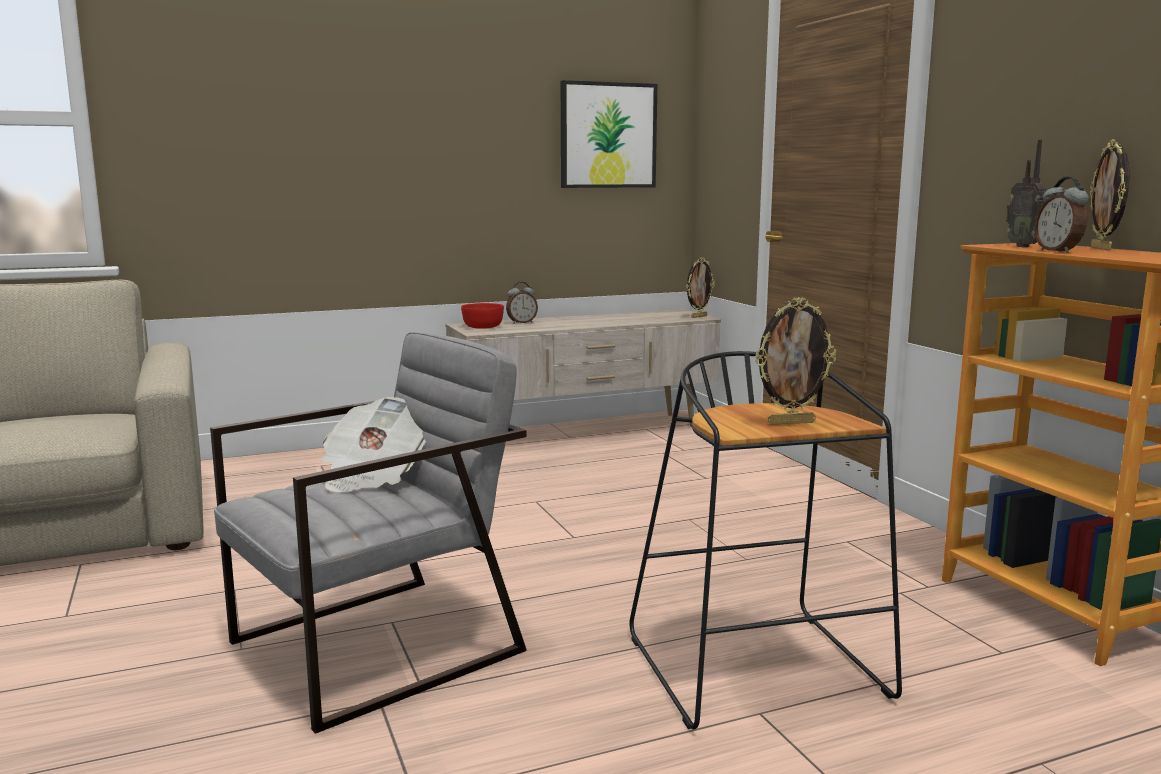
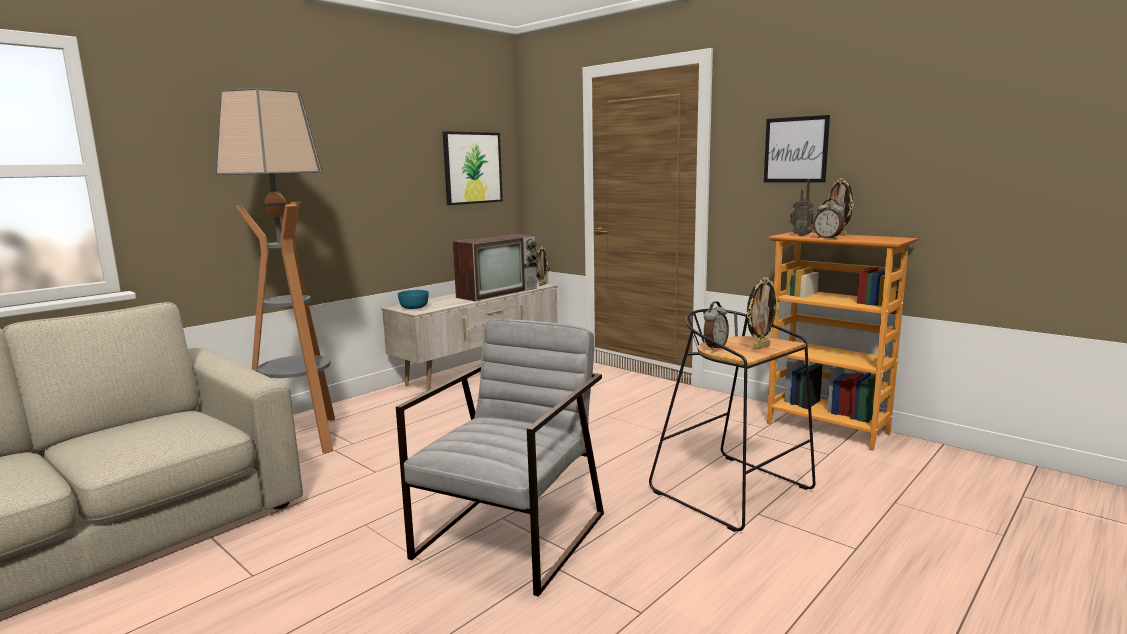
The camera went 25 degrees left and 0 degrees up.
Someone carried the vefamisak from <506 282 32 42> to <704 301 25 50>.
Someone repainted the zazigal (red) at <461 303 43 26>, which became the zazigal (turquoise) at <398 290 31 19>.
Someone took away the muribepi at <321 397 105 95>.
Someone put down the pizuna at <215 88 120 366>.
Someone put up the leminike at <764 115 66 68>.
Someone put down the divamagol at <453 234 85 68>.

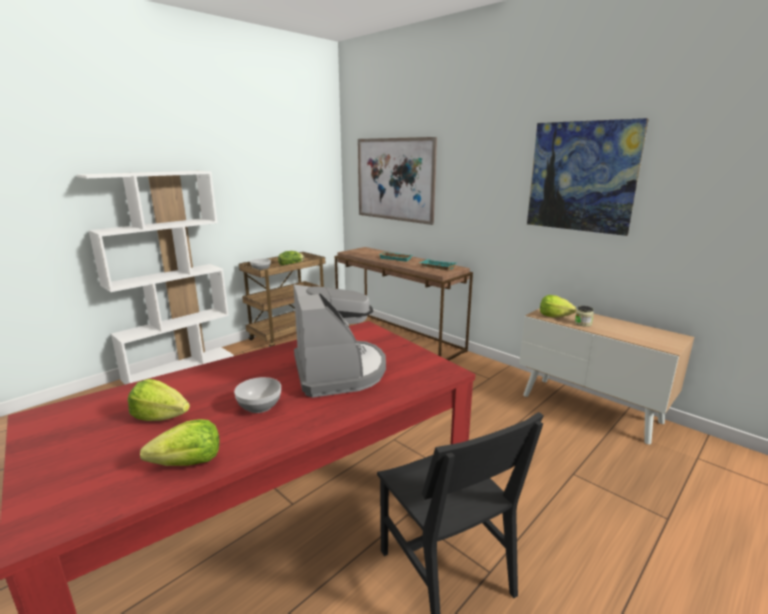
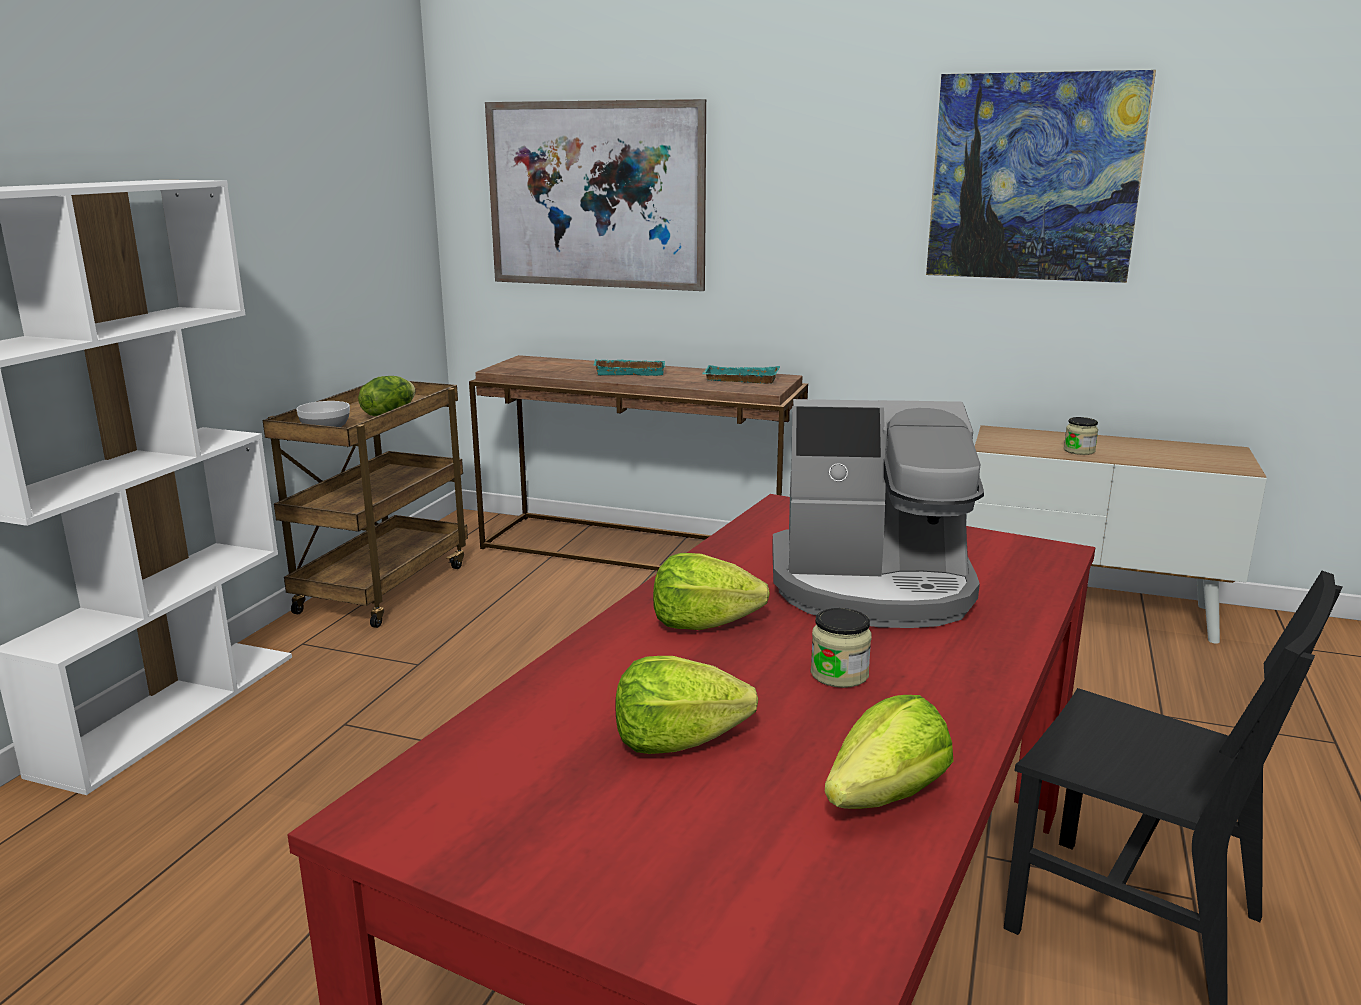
The camera went 25 degrees left and 0 degrees up.
Someone rotated the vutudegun at <293 284 93 114> by 135 degrees clockwise.
Someone carried the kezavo from <540 295 36 22> to <653 553 117 77>.
Someone swapped the zazigal at <234 377 47 36> for the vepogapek at <811 608 61 80>.

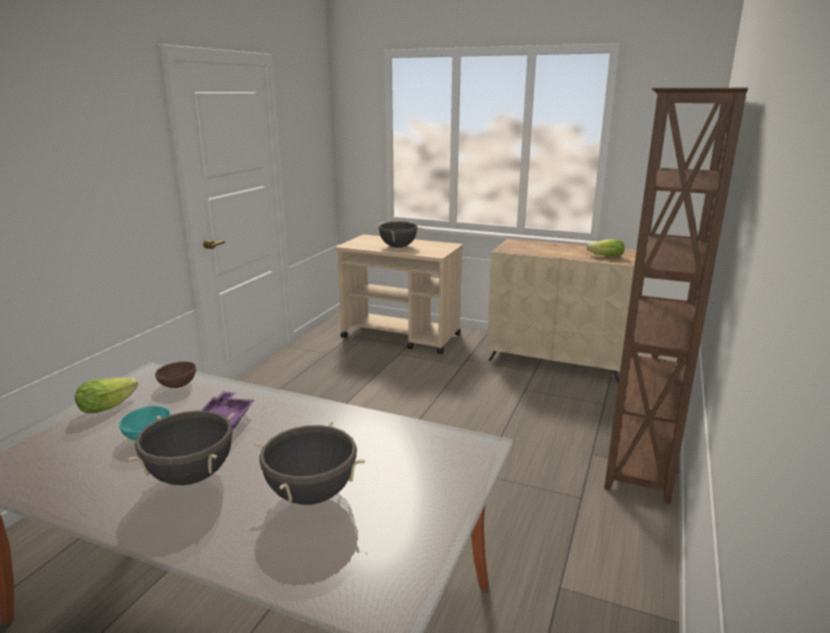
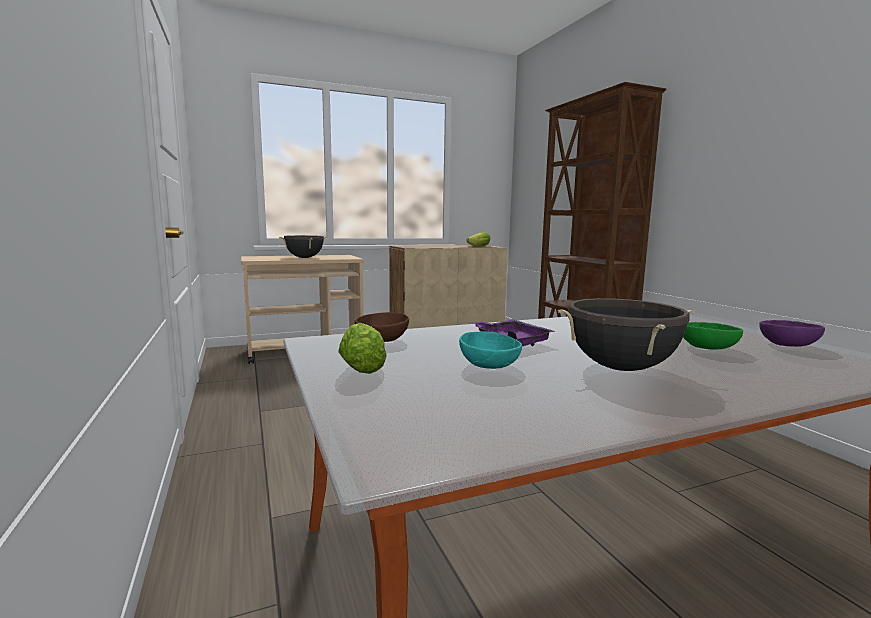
The camera went 45 degrees left and 10 degrees down.
Someone swapped the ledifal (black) at <255 422 110 83> for the zazigal (green) at <683 322 60 27>.
Someone put down the zazigal (purple) at <759 320 66 27>.

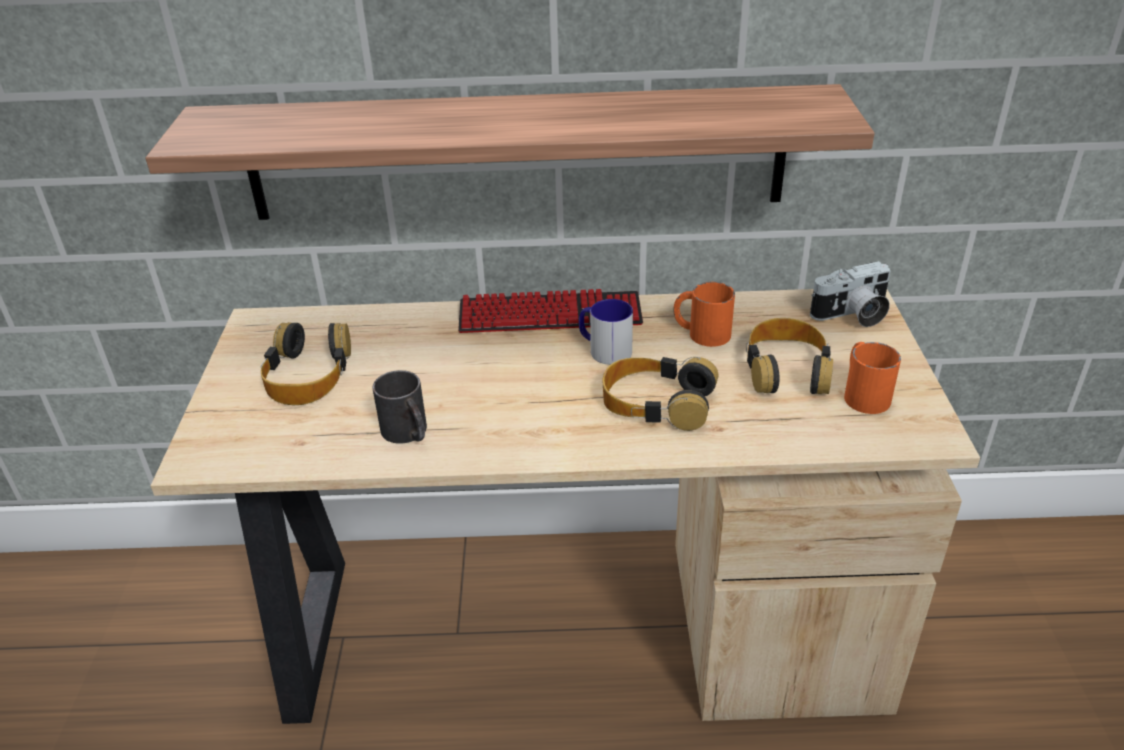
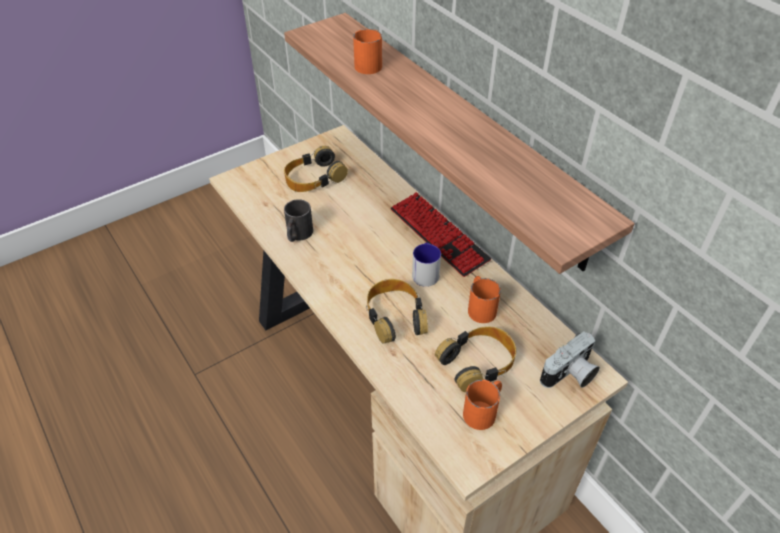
The camera went 55 degrees right and 10 degrees up.
Someone rotated the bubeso at <810 261 80 66> by 75 degrees counterclockwise.
Someone put down the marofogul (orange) at <353 29 29 45>.

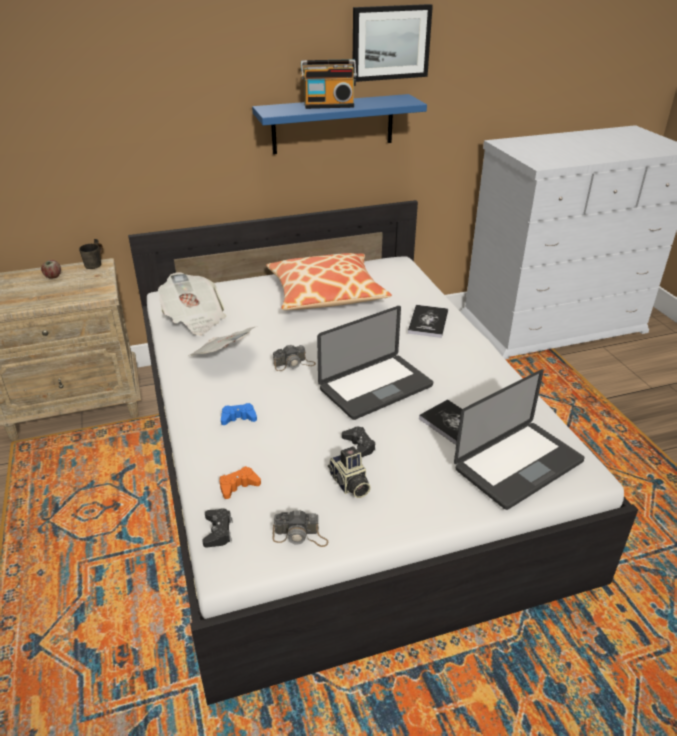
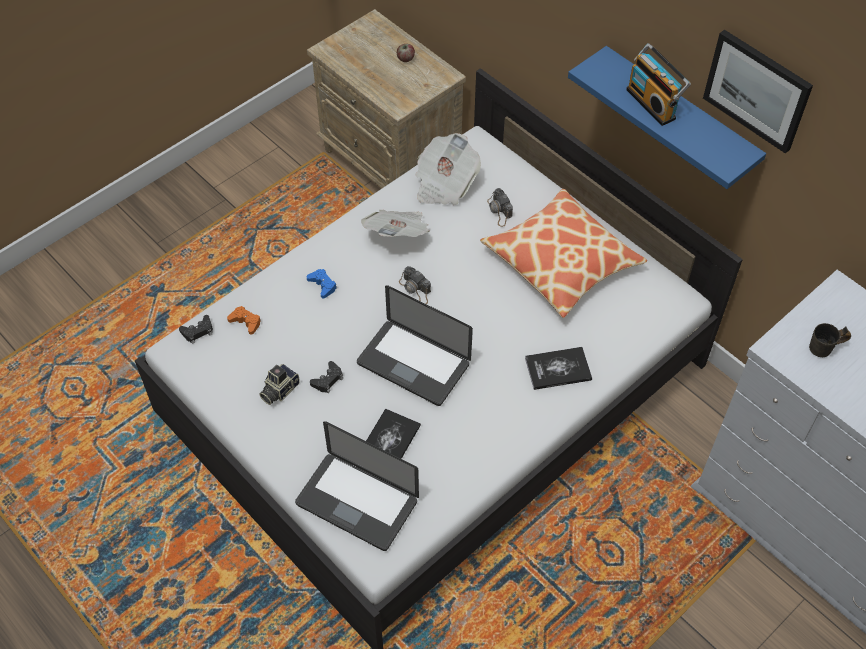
The camera went 65 degrees right and 20 degrees up.
Someone carried the marofogul (grey) from <79 239 24 30> to <809 323 42 34>.
Someone carried the bubeso from <273 510 55 37> to <487 188 26 39>.

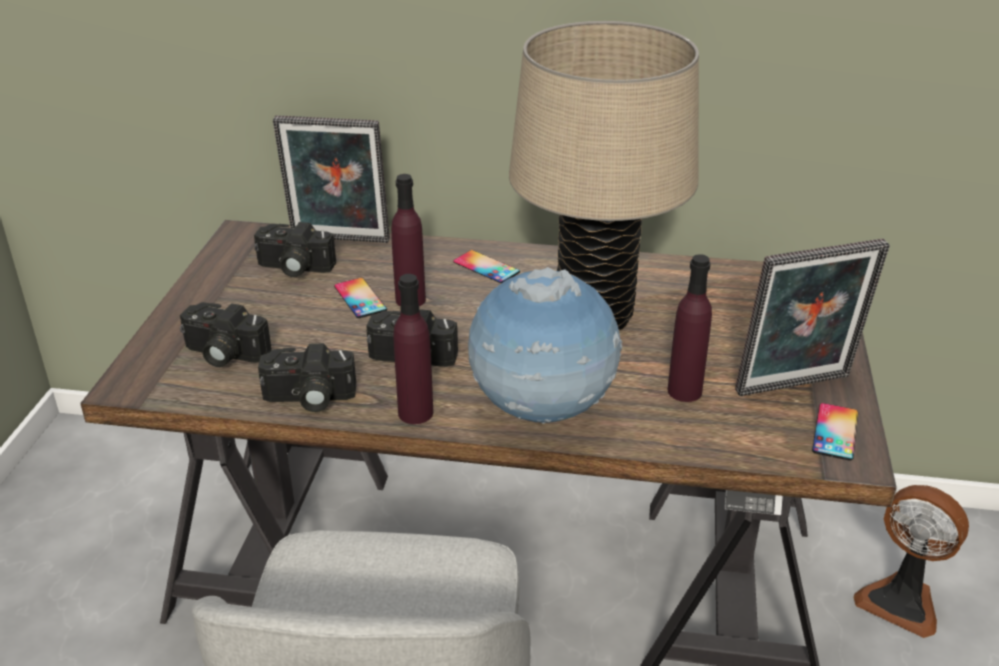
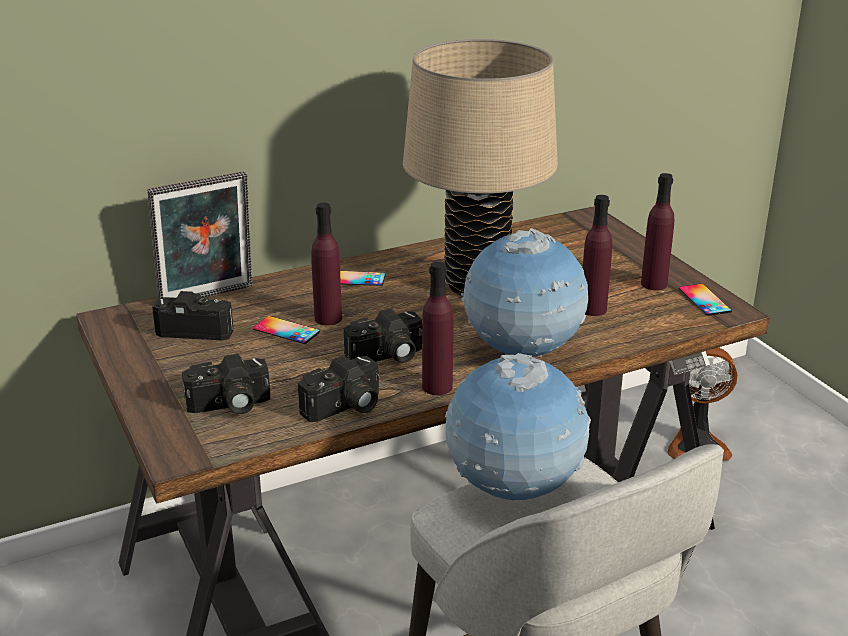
The camera went 35 degrees left and 5 degrees down.
Someone rotated the bubeso at <254 222 82 55> by 150 degrees counterclockwise.
Someone swapped the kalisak at <735 239 155 157> for the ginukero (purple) at <641 173 33 117>.
Someone put down the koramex at <445 353 146 147>.

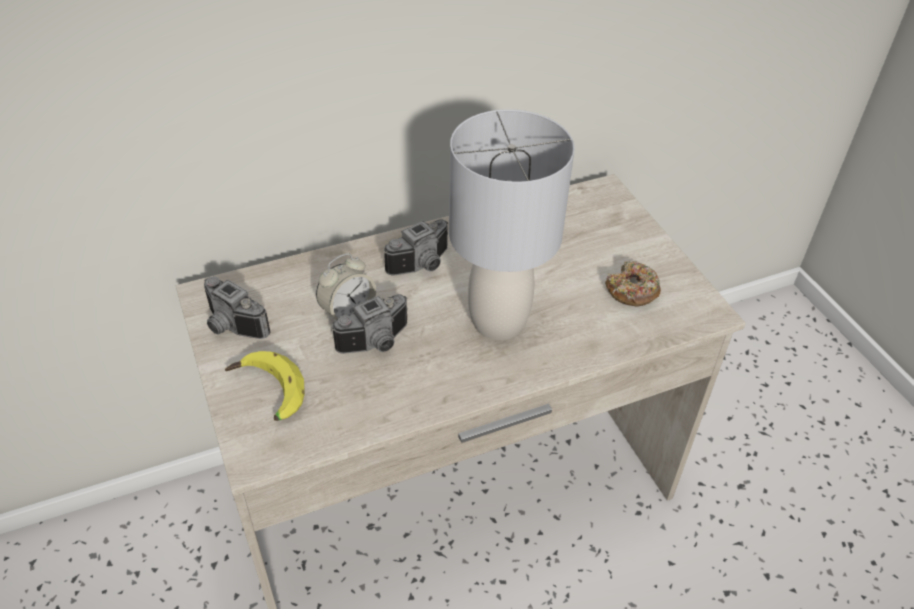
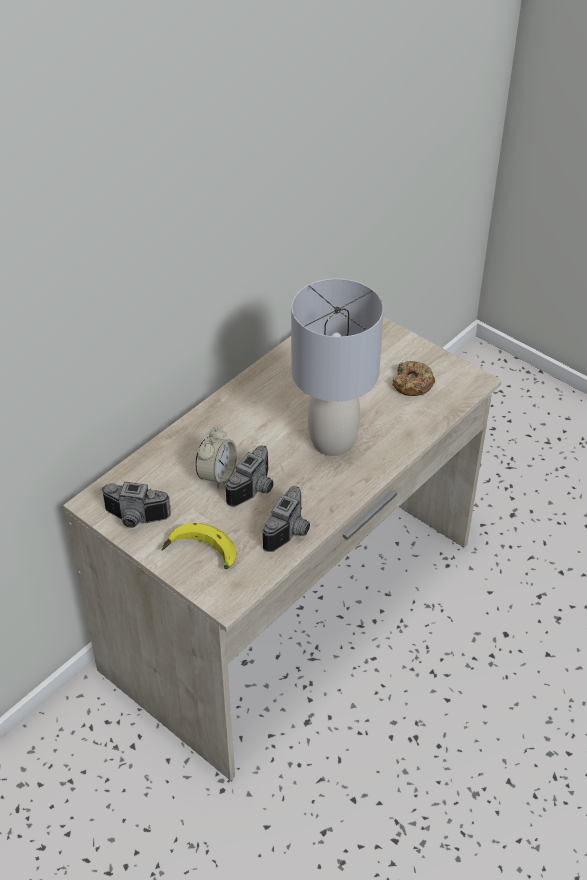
The camera went 25 degrees left and 0 degrees up.
Someone carried the bubeso from <384 219 64 57> to <263 486 47 66>.

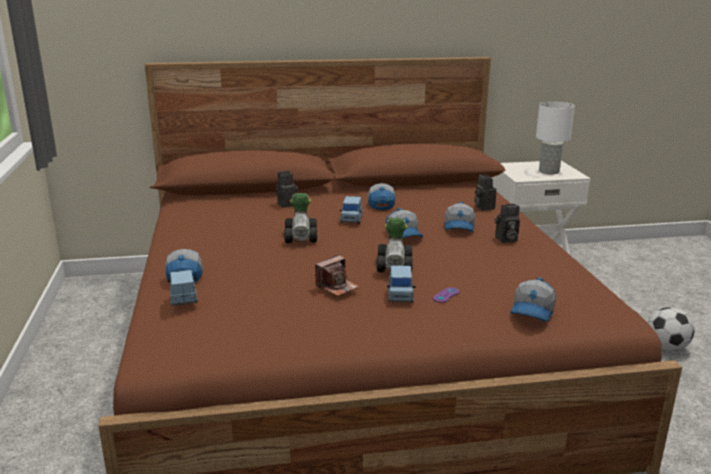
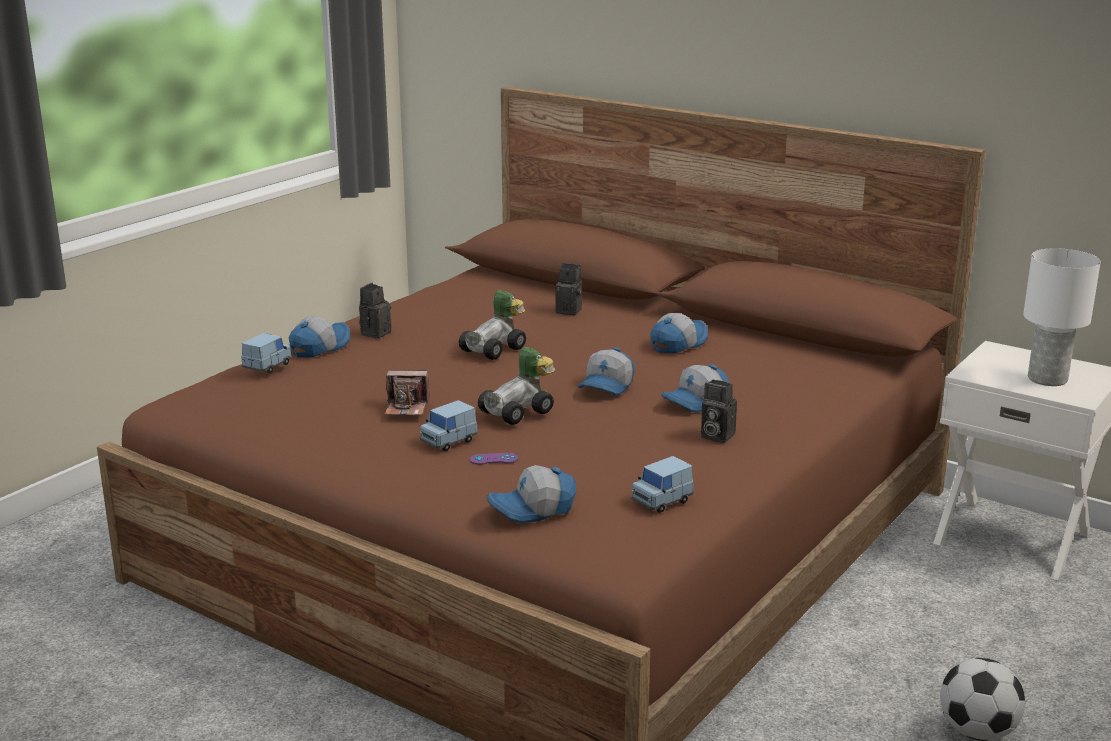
The camera went 45 degrees right and 0 degrees up.
Someone carried the bubeso from <474 174 22 37> to <359 283 32 56>.
Someone carried the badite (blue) from <340 196 23 28> to <631 456 63 57>.

